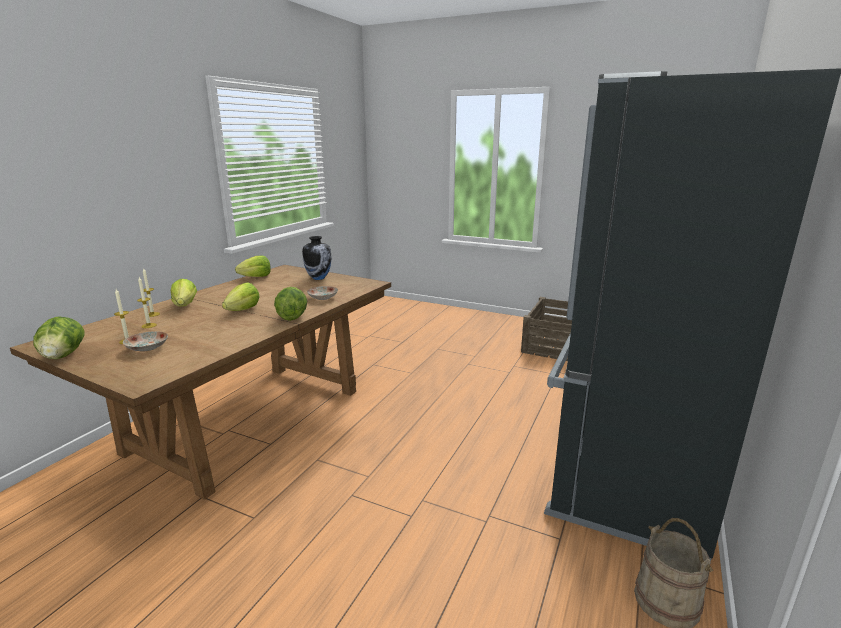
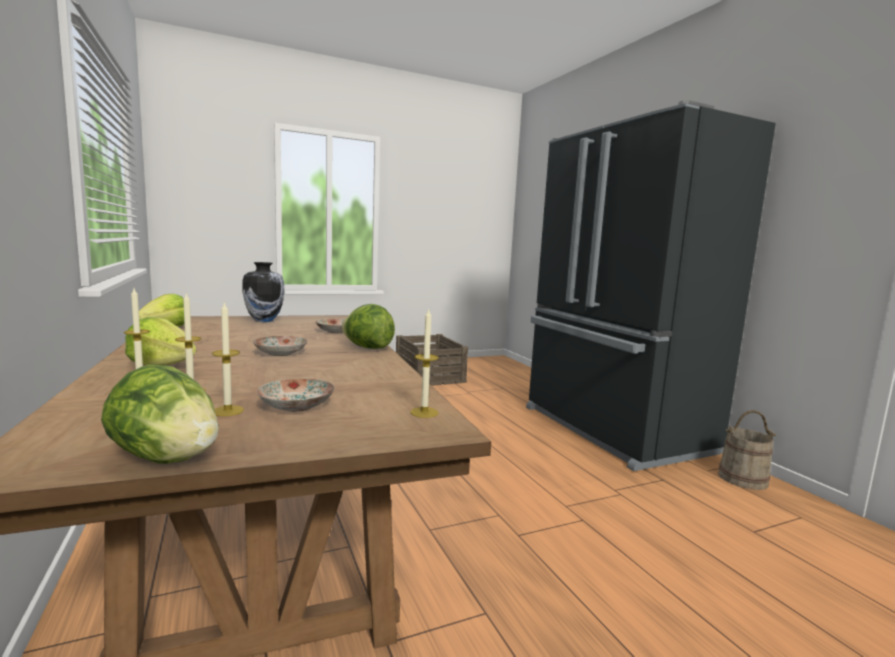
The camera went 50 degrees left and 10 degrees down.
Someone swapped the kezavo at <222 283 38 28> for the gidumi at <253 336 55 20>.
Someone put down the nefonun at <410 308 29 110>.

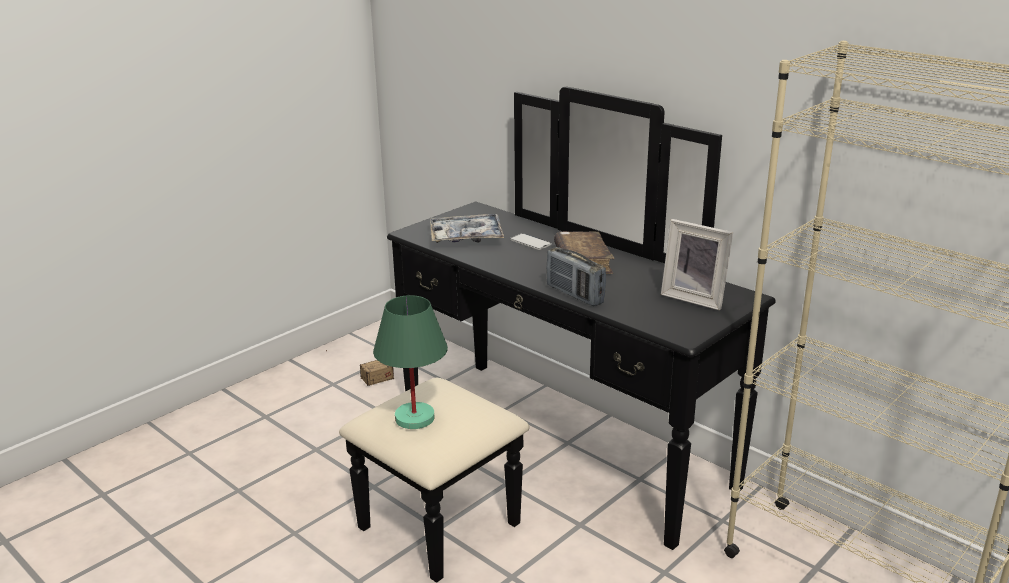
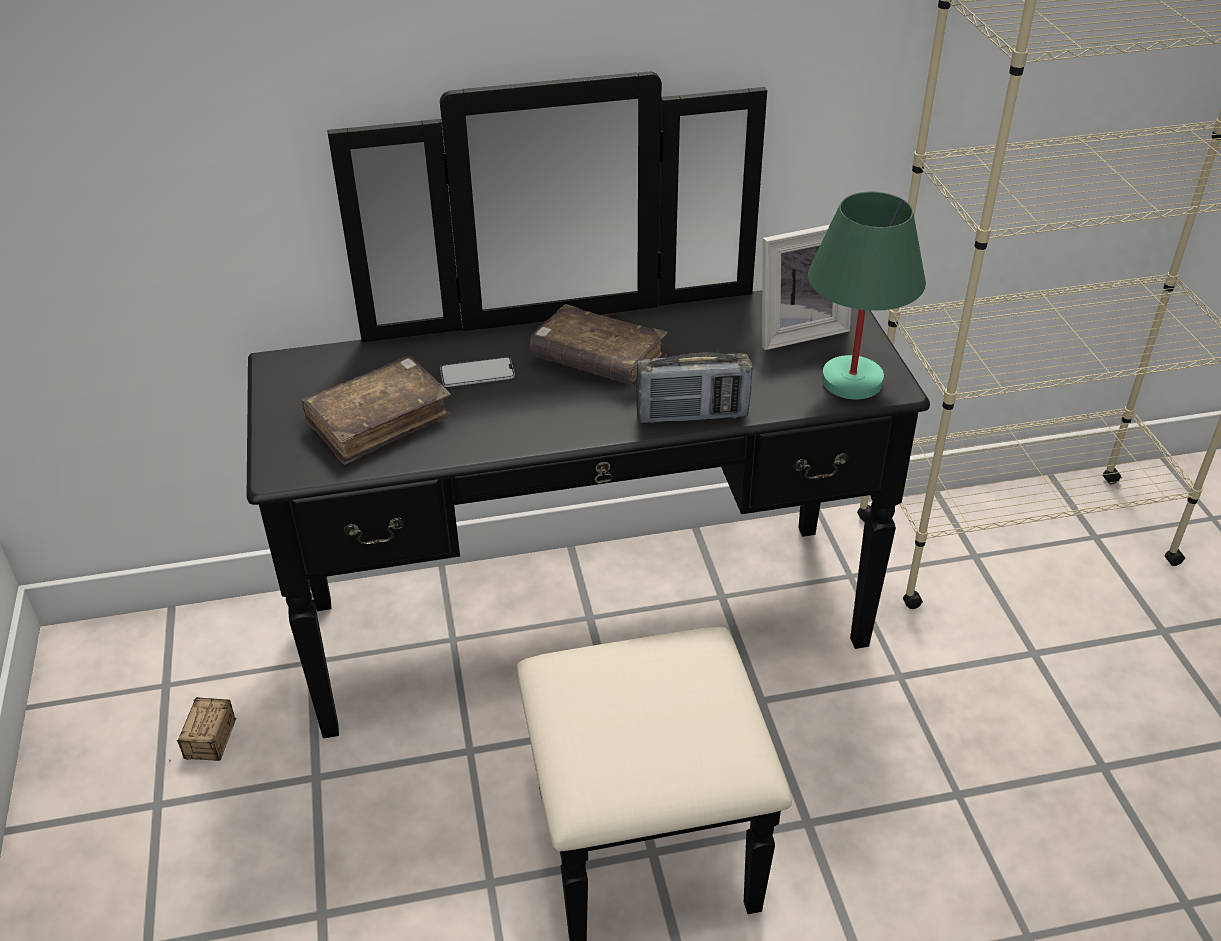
The camera went 55 degrees left and 15 degrees up.
Someone swapped the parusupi at <430 214 74 29> for the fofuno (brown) at <302 356 149 109>.
Someone carried the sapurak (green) from <373 295 75 134> to <808 191 118 208>.

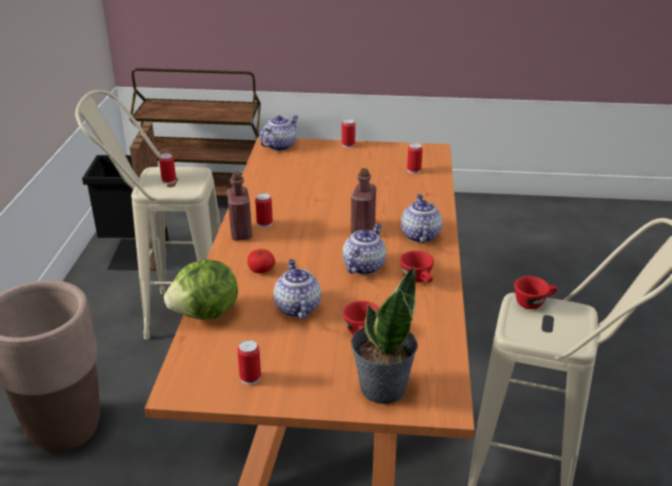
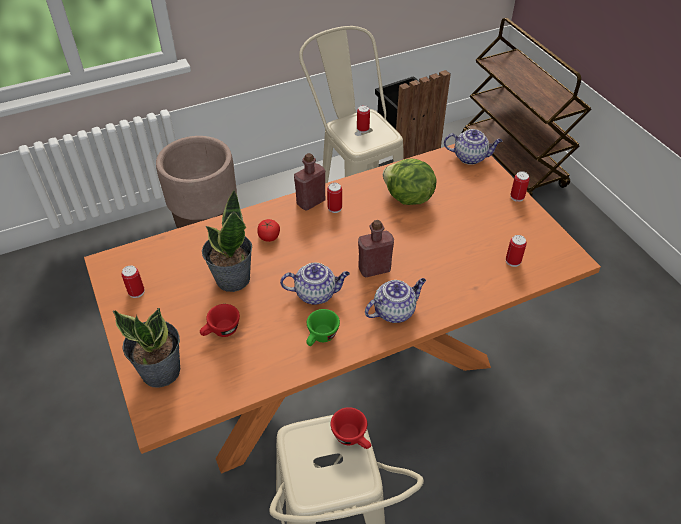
The camera went 60 degrees right and 15 degrees up.
Someone repainted the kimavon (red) at <400 251 34 32>, which became the kimavon (green) at <306 309 34 37>.
Someone swapped the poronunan at <274 259 47 60> for the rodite at <202 190 50 102>.
Someone carried the kezavo from <164 260 74 60> to <383 158 54 47>.

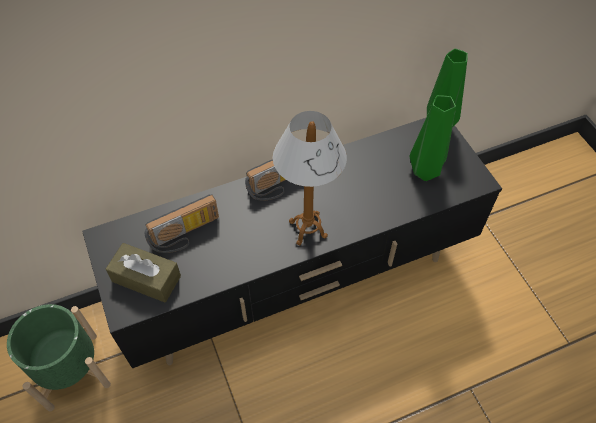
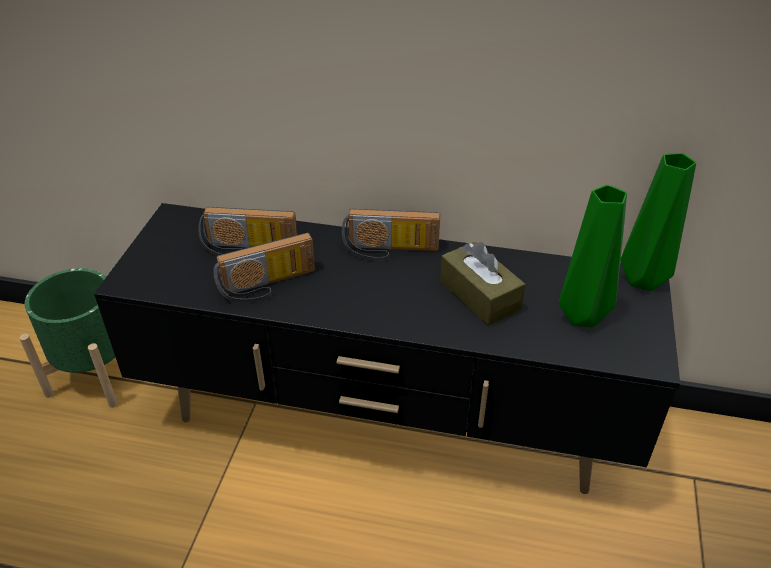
The camera went 35 degrees right and 15 degrees down.
Someone took away the sapurak at <273 111 74 134>.
Someone carried the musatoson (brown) from <106 243 75 59> to <440 242 85 84>.
Someone put down the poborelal at <213 233 102 69>.

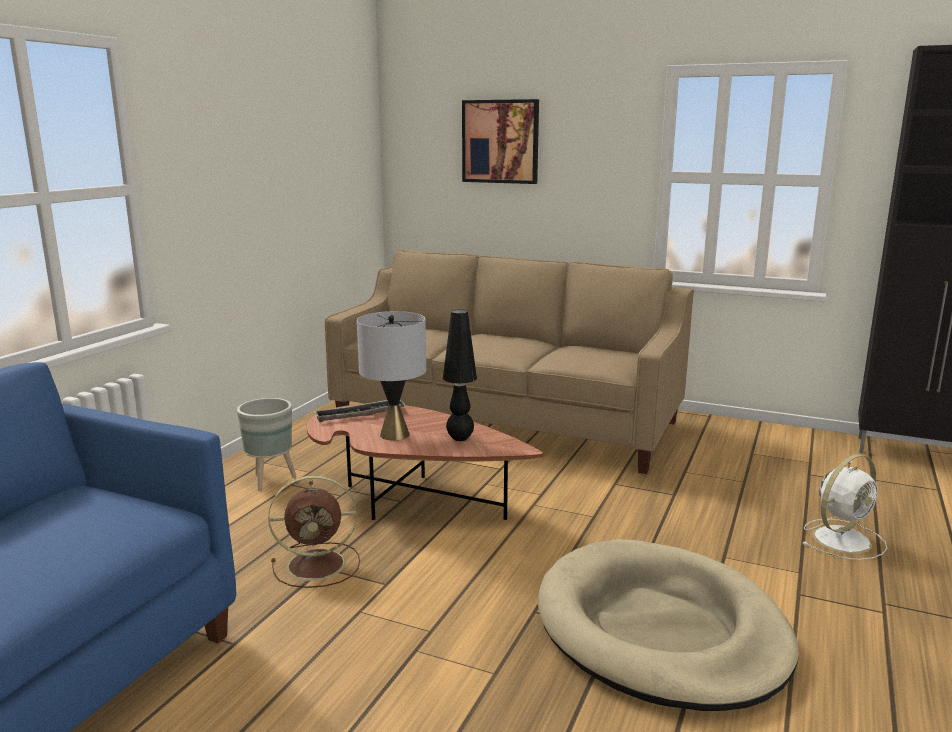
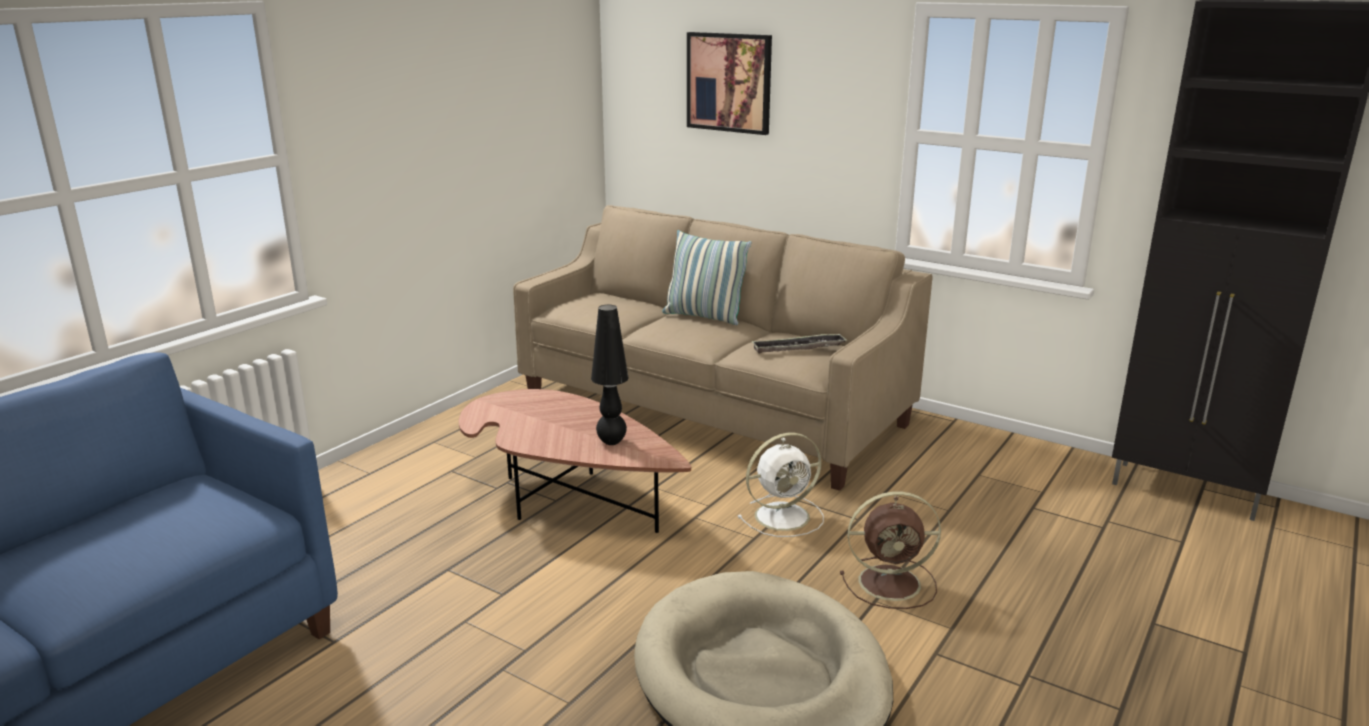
The camera went 10 degrees right and 5 degrees up.
Someone took away the sapurak (grey) at <357 311 69 129>.
Someone took away the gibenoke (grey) at <237 398 59 93>.
Someone carried the parusupi from <314 400 92 22> to <751 333 96 20>.
Someone carried the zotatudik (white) from <803 454 84 106> to <737 433 87 104>.
Someone carried the zotatudik (brown) from <268 475 92 113> to <840 491 101 118>.
Someone put down the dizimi at <662 230 90 95>.

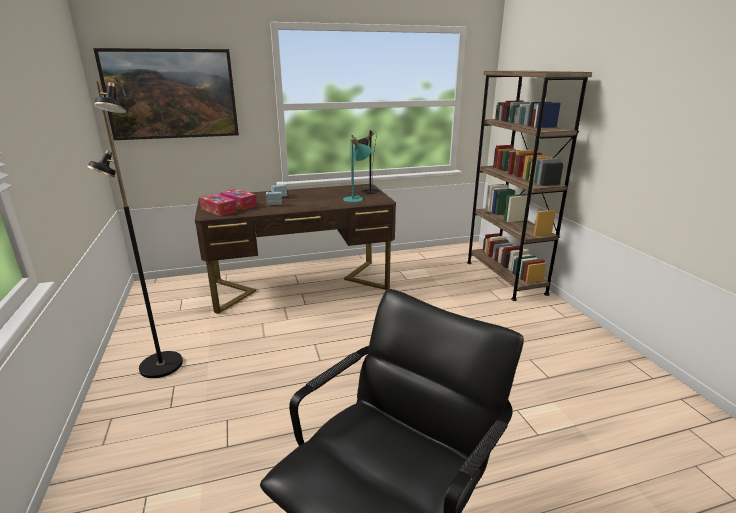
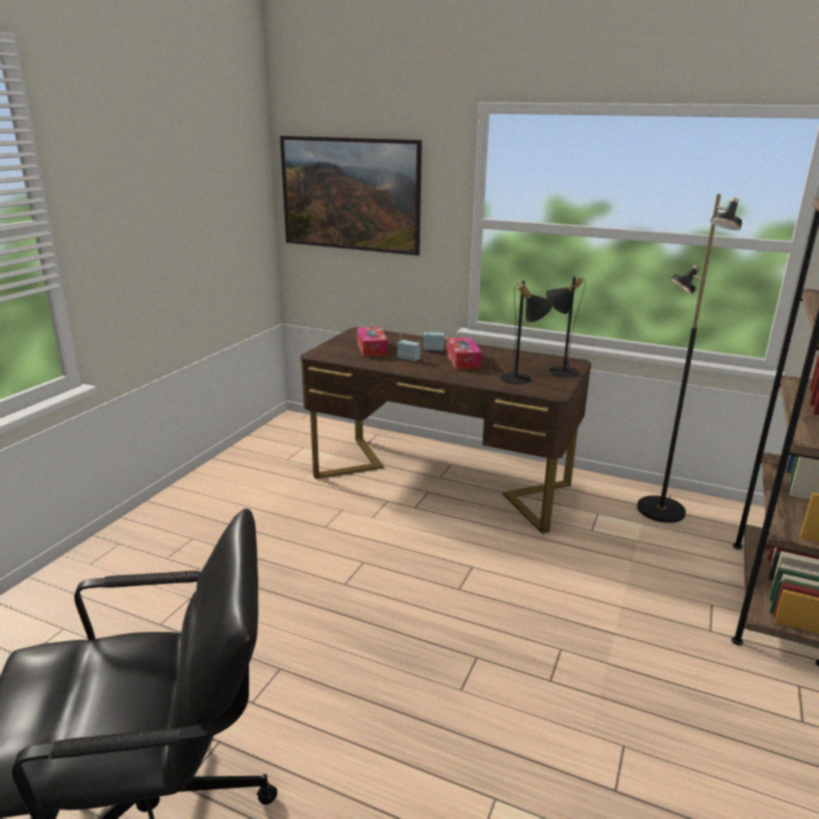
The camera went 40 degrees right and 0 degrees up.
Someone carried the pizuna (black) from <87 81 96 297> to <637 194 105 329>.
Someone repainted the sapurak (turquoise) at <343 135 28 68>, which became the sapurak (black) at <500 281 53 103>.
Someone carried the musatoson from <199 194 38 22> to <446 337 36 32>.

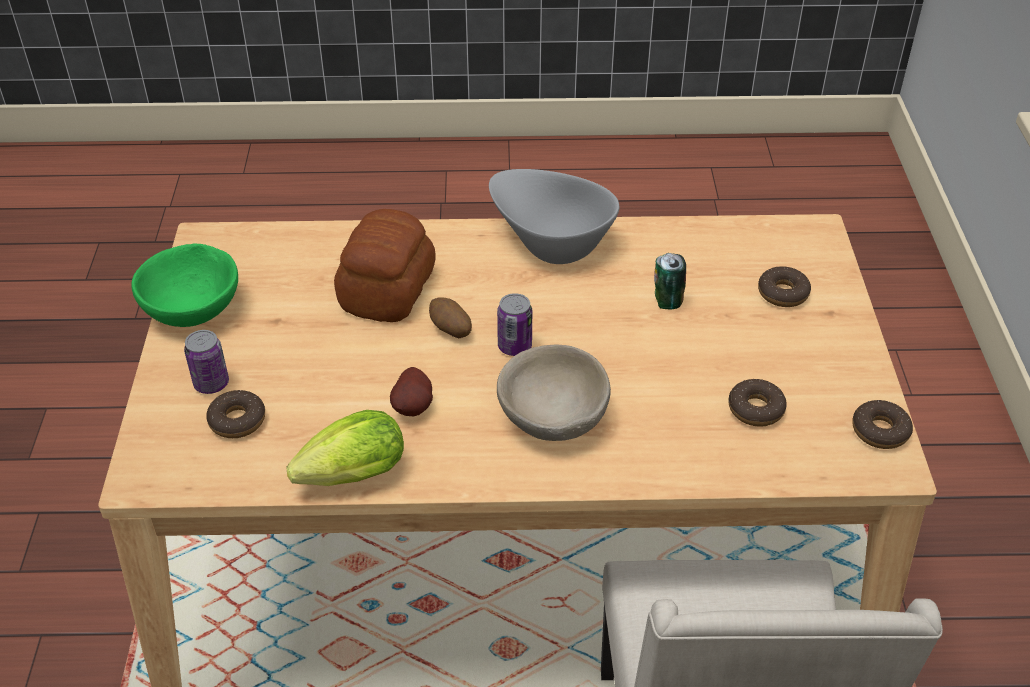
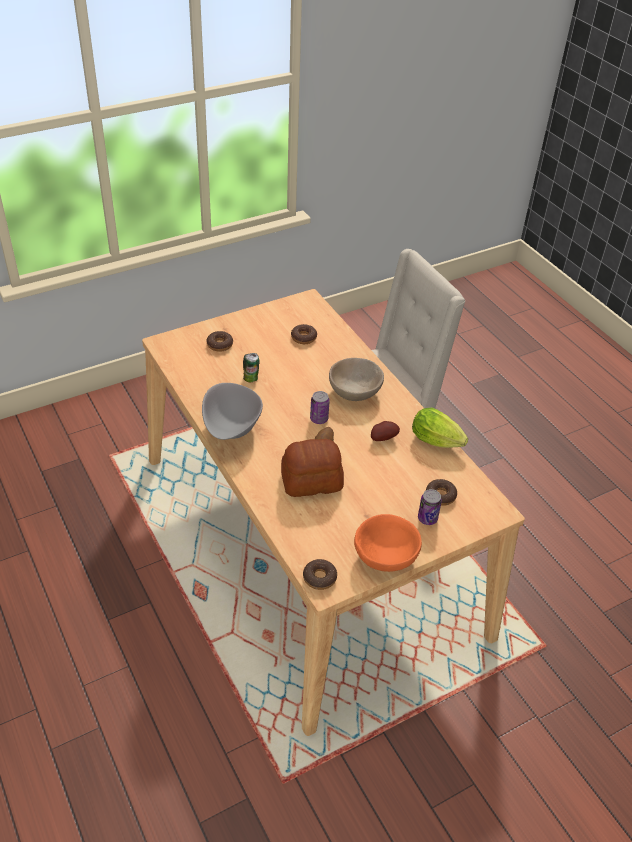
The camera went 120 degrees left and 0 degrees up.
Someone repainted the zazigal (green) at <131 243 107 84>, which became the zazigal (orange) at <354 514 68 58>.
Someone carried the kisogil from <852 400 61 49> to <303 559 34 31>.

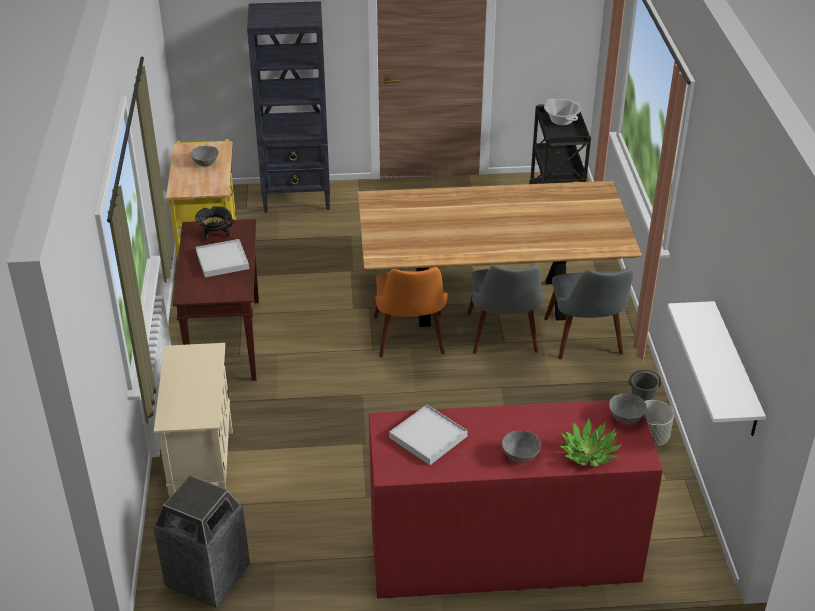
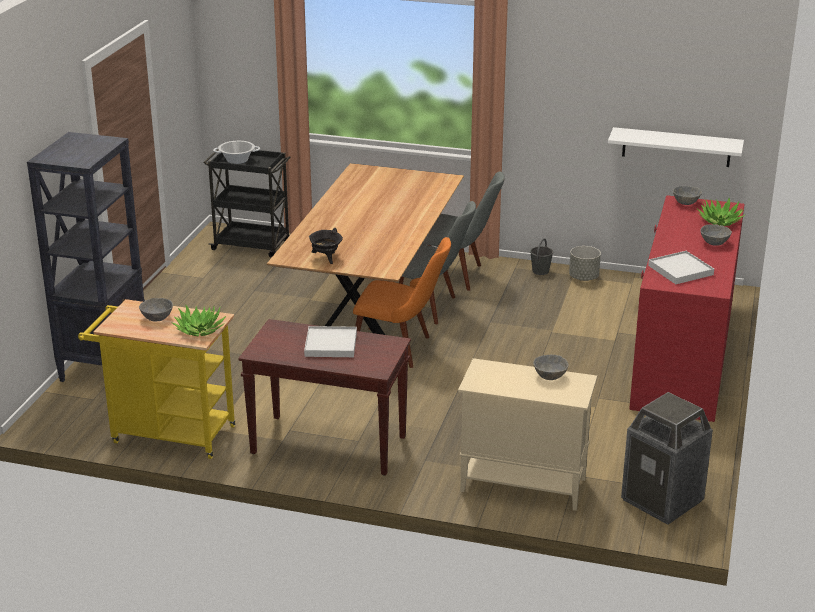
The camera went 70 degrees left and 10 degrees down.
Someone carried the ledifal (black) from <195 206 39 35> to <309 228 34 36>.
Someone put down the rodite at <171 304 55 33>.
Someone put down the zazigal (grey) at <533 354 36 26>.

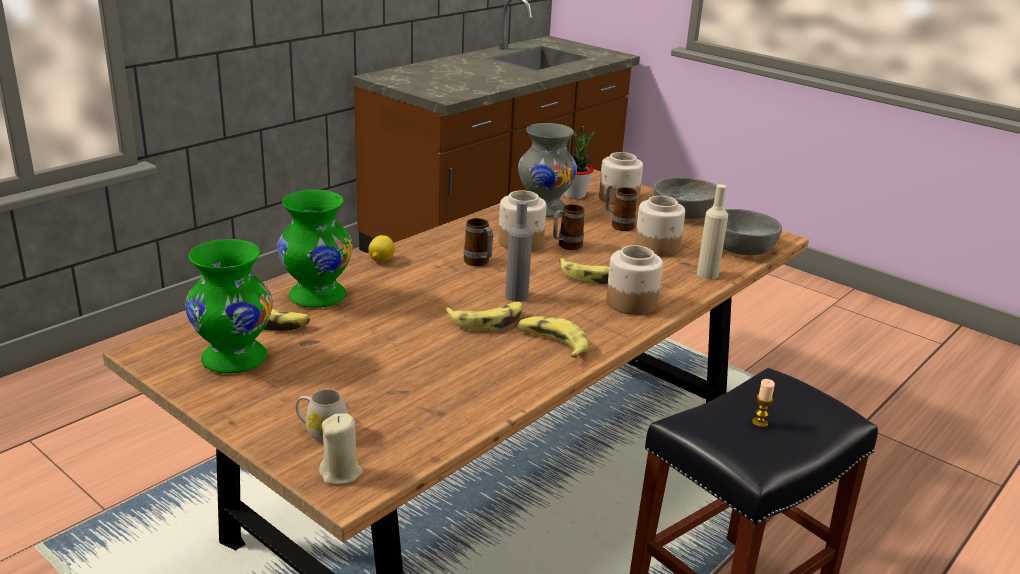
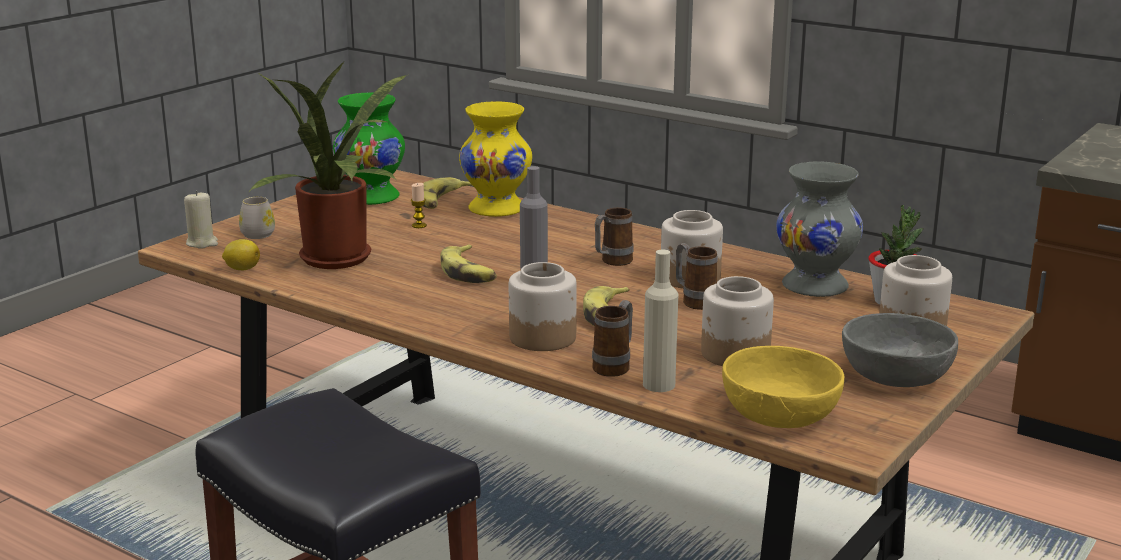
The camera went 85 degrees right and 5 degrees down.
Someone carried the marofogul from <606 185 31 46> to <592 300 41 77>.
Someone repainted the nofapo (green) at <277 190 76 118>, which became the nofapo (yellow) at <459 101 73 116>.
Someone repainted the zazigal (grey) at <723 209 59 46>, which became the zazigal (yellow) at <722 346 123 82>.
Someone carried the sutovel from <368 235 27 27> to <222 239 38 31>.
Someone took away the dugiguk at <517 316 71 42>.
Someone carried the nefonun from <752 379 23 49> to <411 183 16 45>.
Someone put down the rodite at <249 60 158 209>.

